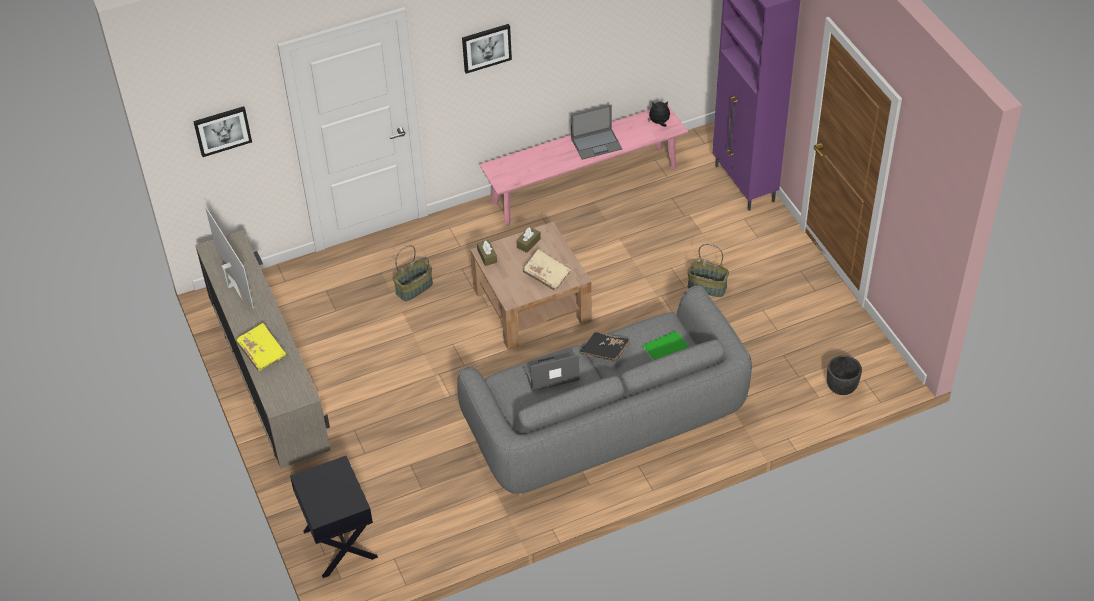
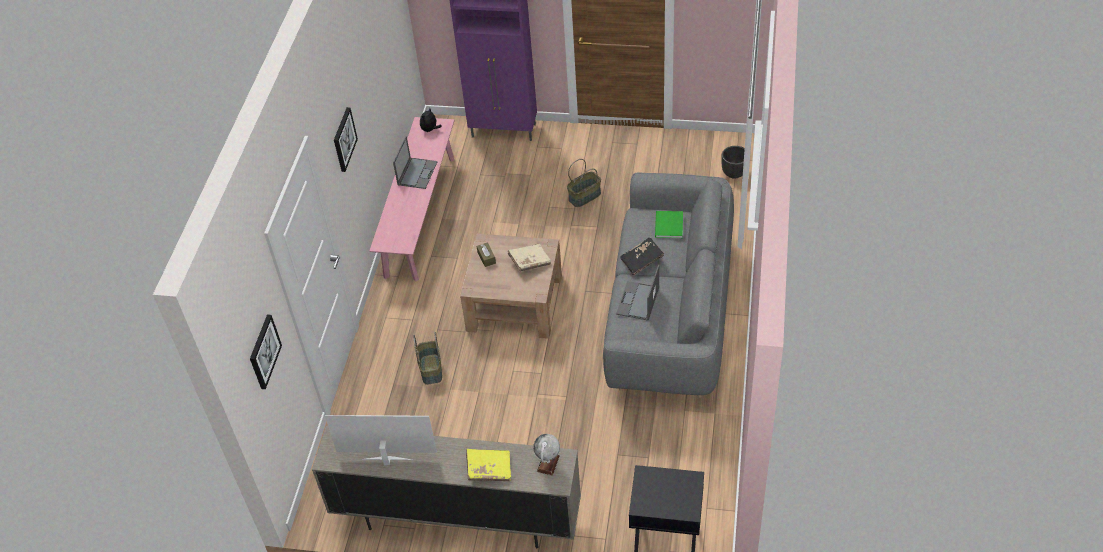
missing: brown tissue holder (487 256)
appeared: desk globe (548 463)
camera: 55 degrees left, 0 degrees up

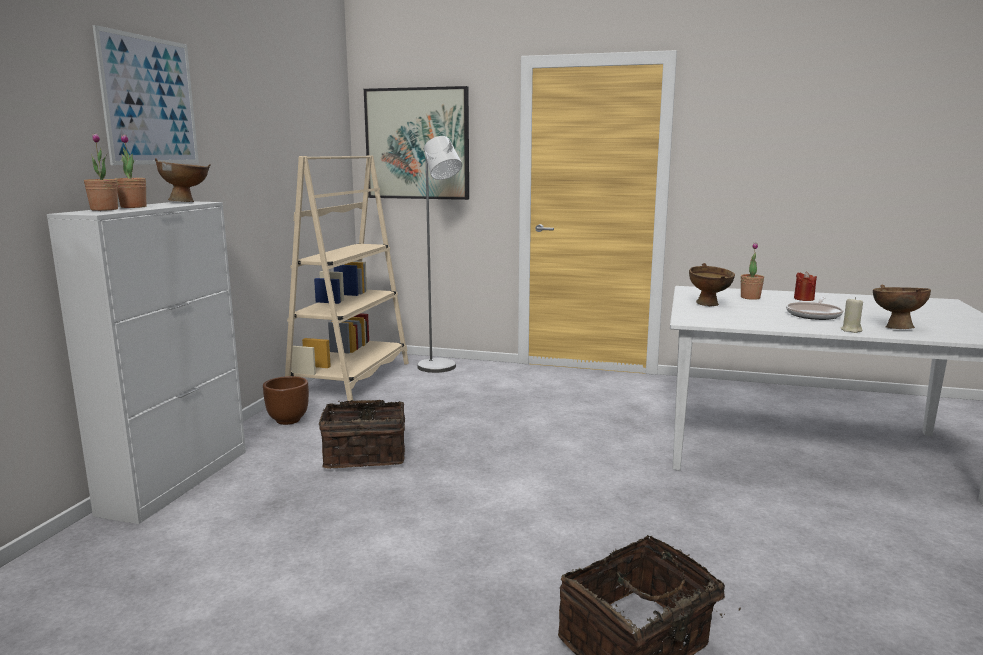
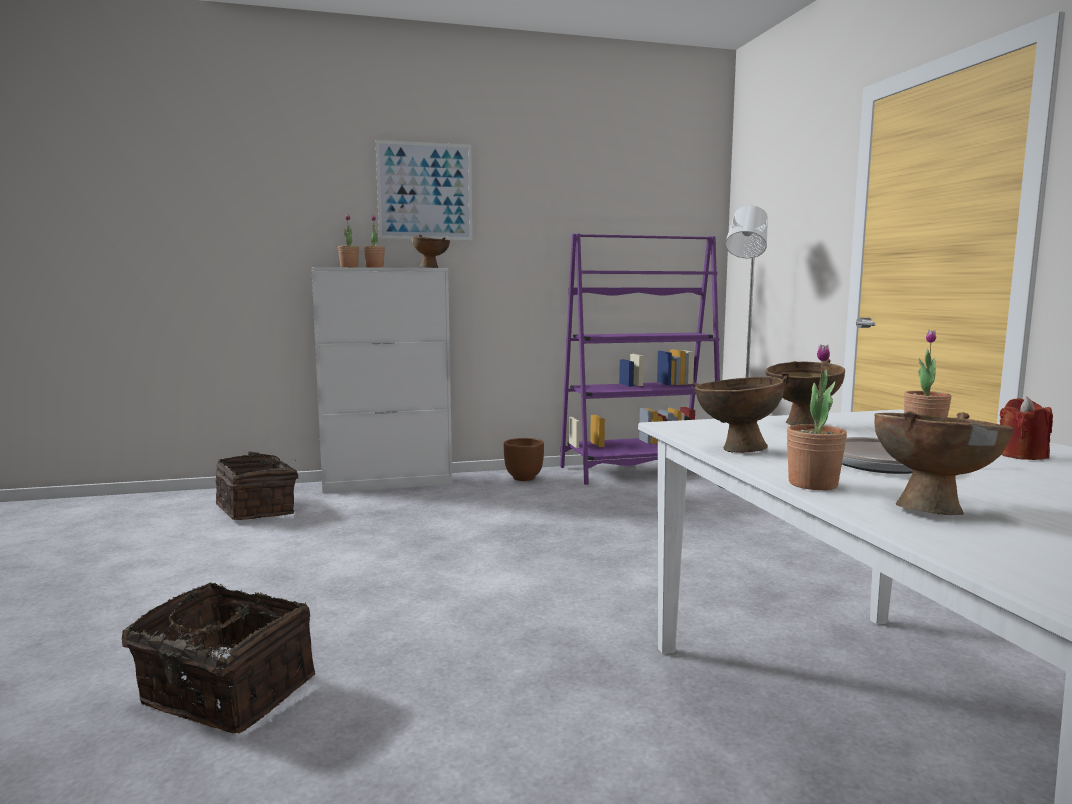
missing: wall art (417 144)
appeared: brown serving bowl (734 449)
relocated: household basket (365 456) to (258 509)
exchanged: sand-coloured candle (851 330) to potted plant (813 484)
colour: sand-coloured shelving unit (351 380) to purple shelving unit (640 471)
camera: 60 degrees right, 5 degrees down

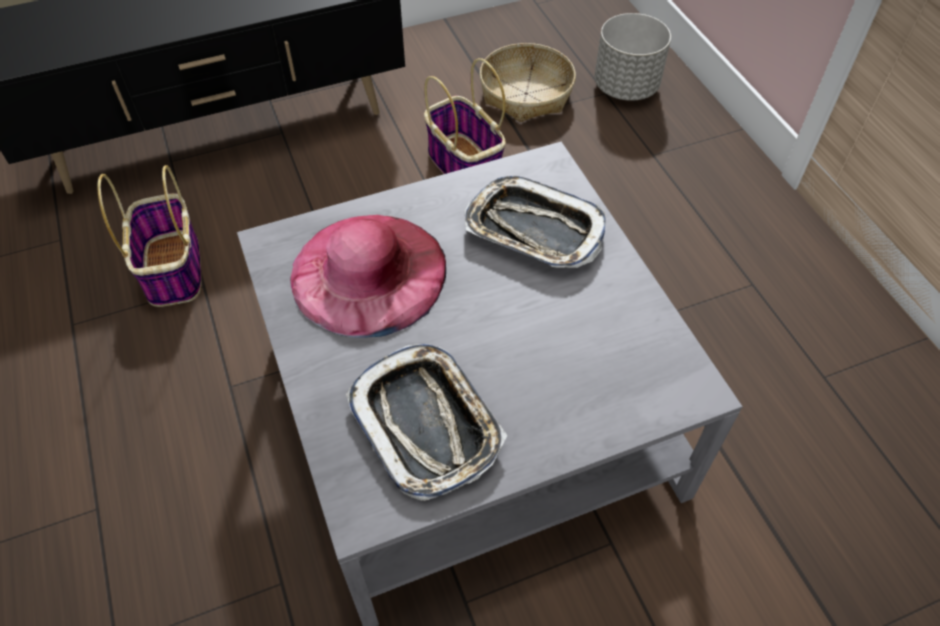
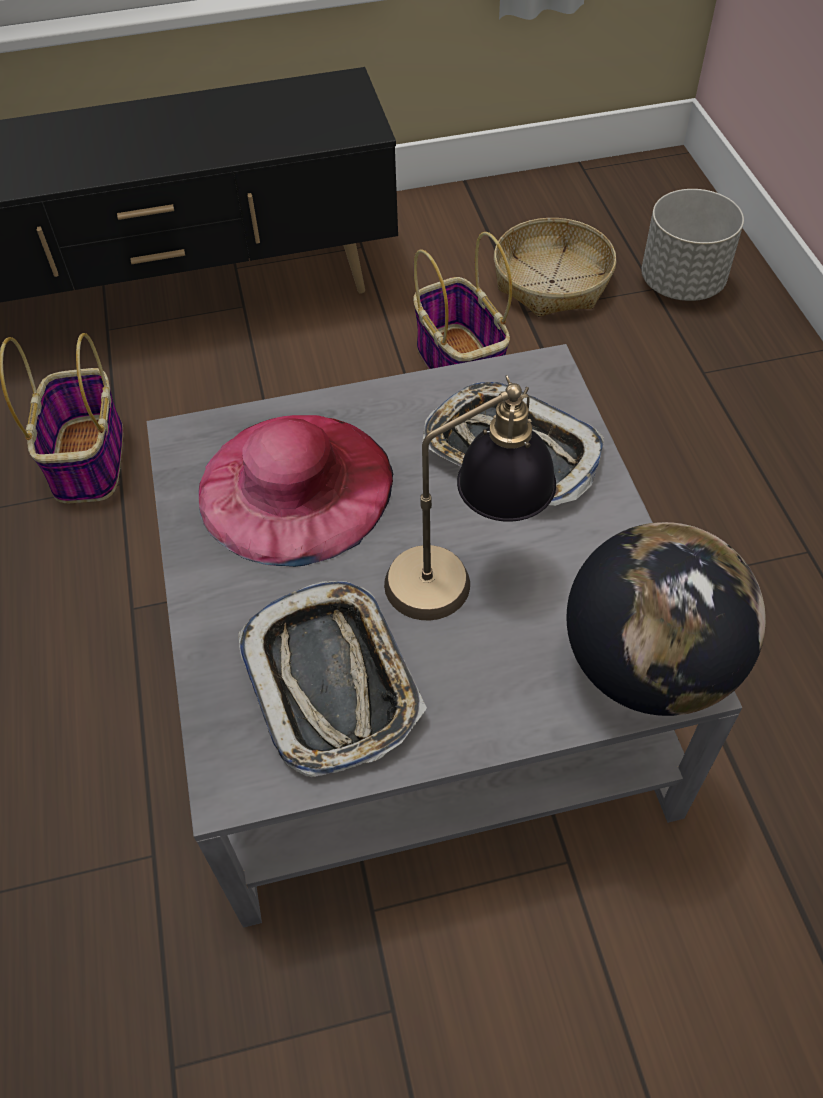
appeared: lamp for a table (464 575); desk globe (648 665)
camera: 10 degrees right, 0 degrees up

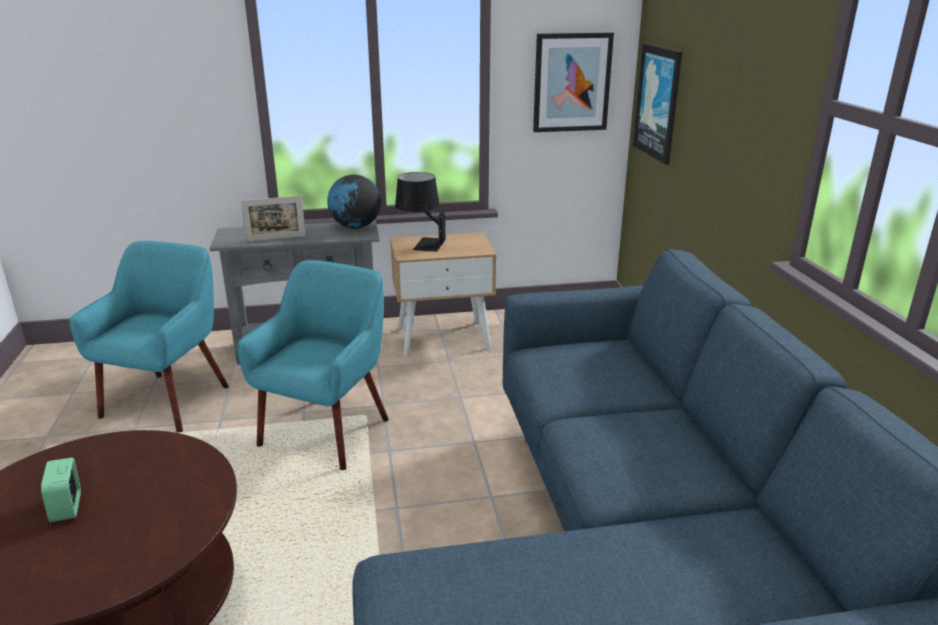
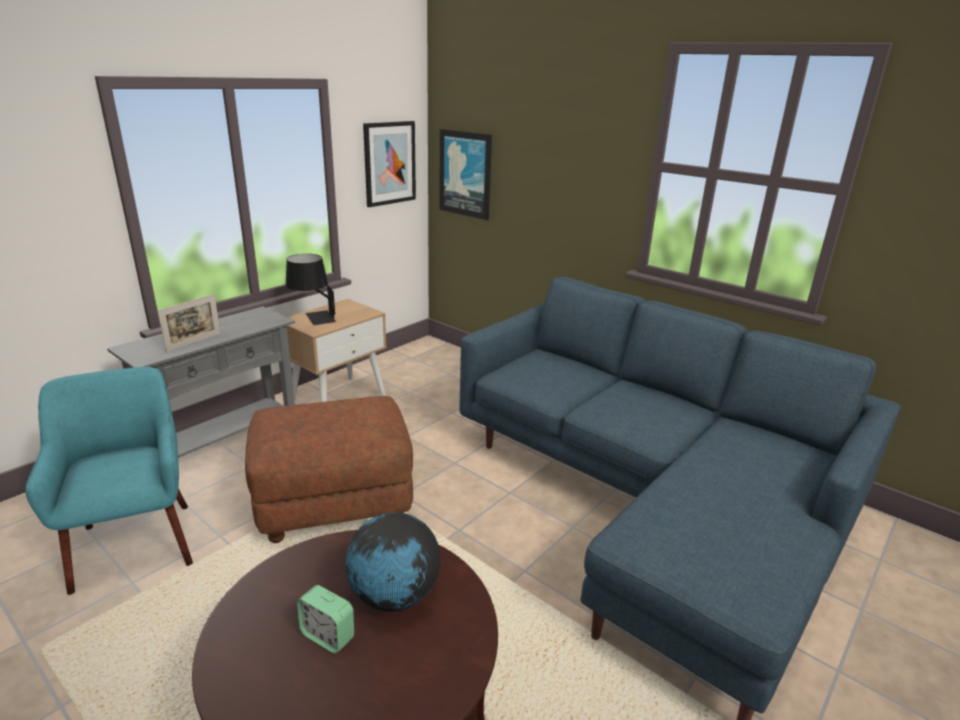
relocated: desk globe (355 227) to (394 596)
exchanged: turquoise-coloured armchair (327 432) to brown ottoman (335 503)
camera: 40 degrees left, 0 degrees up

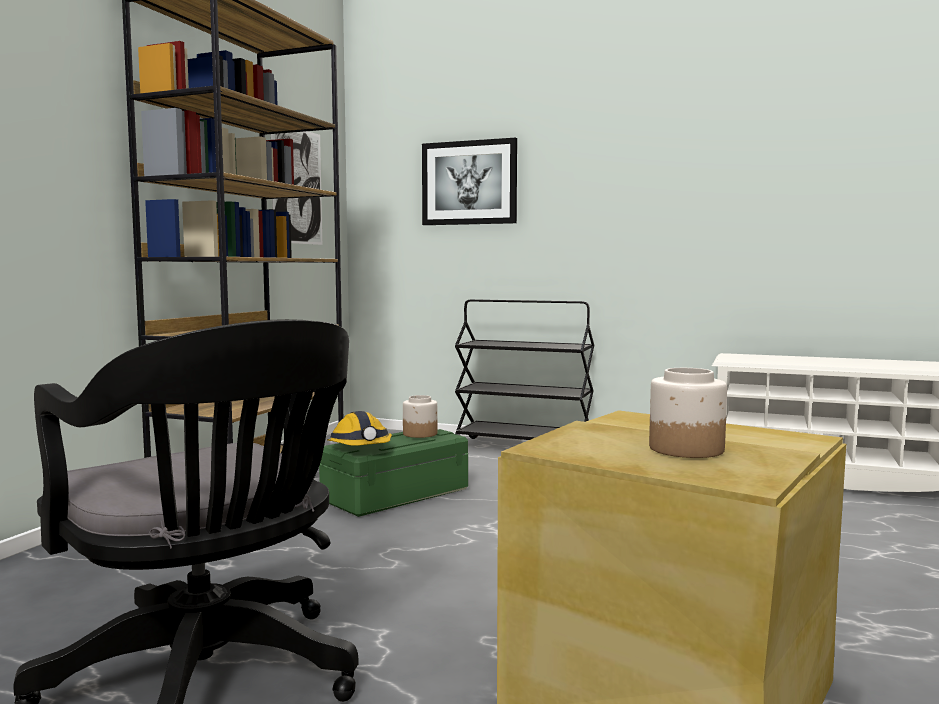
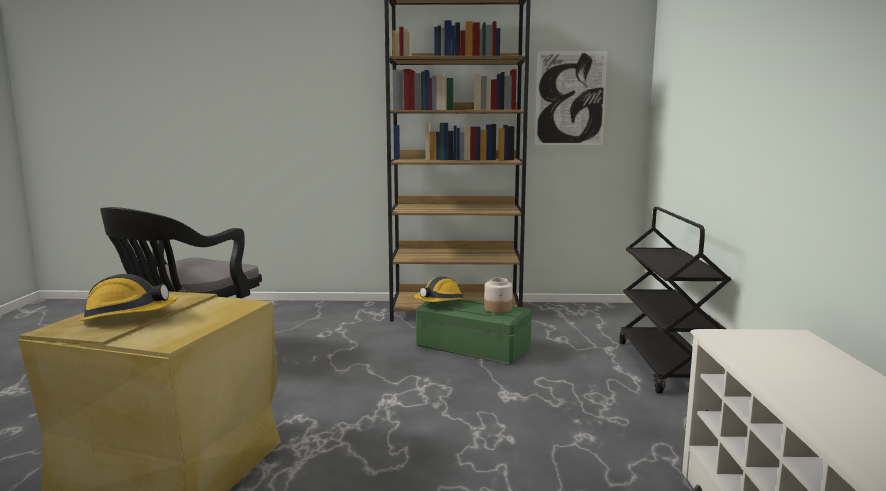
missing: wall art (469 183)
exchanged: jar (685 449) to safety helmet (129 316)
camera: 70 degrees right, 5 degrees up

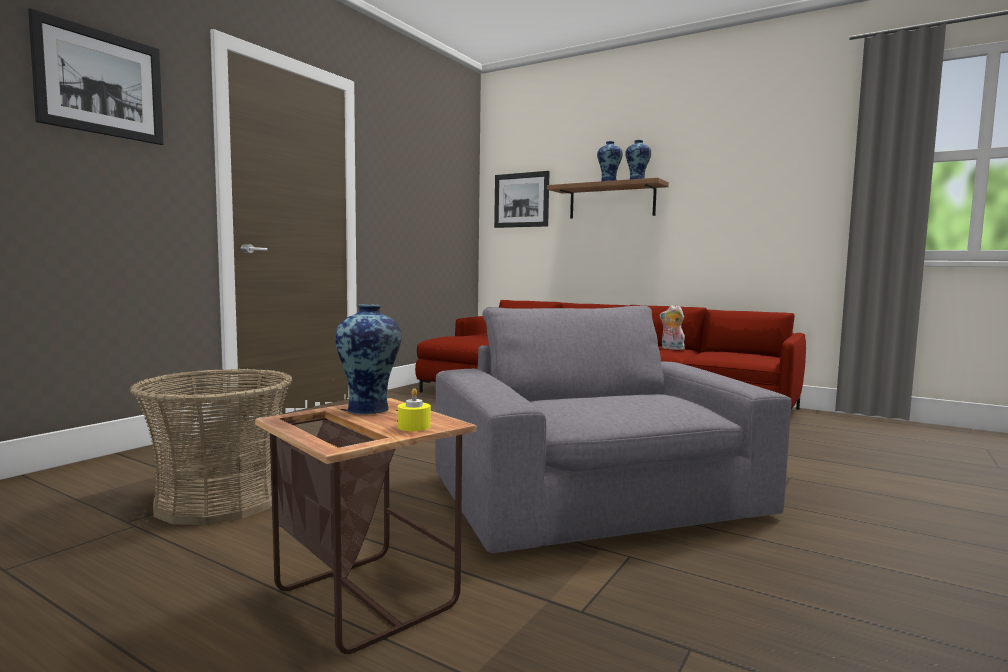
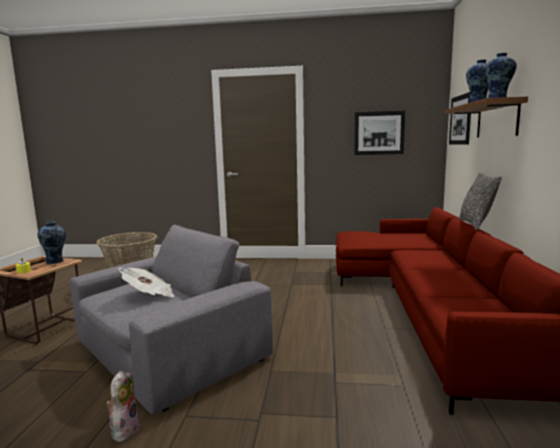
appeared: printed paper (149 295); cushion (475 224)
relocated: wall art (100 83) to (379 133); cuddly toy (671 349) to (124 429)
camera: 65 degrees right, 5 degrees up

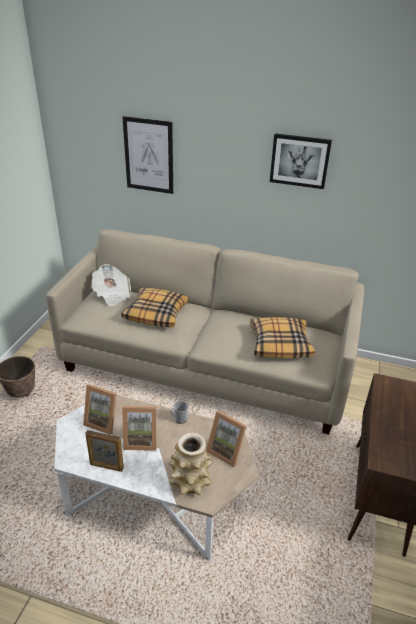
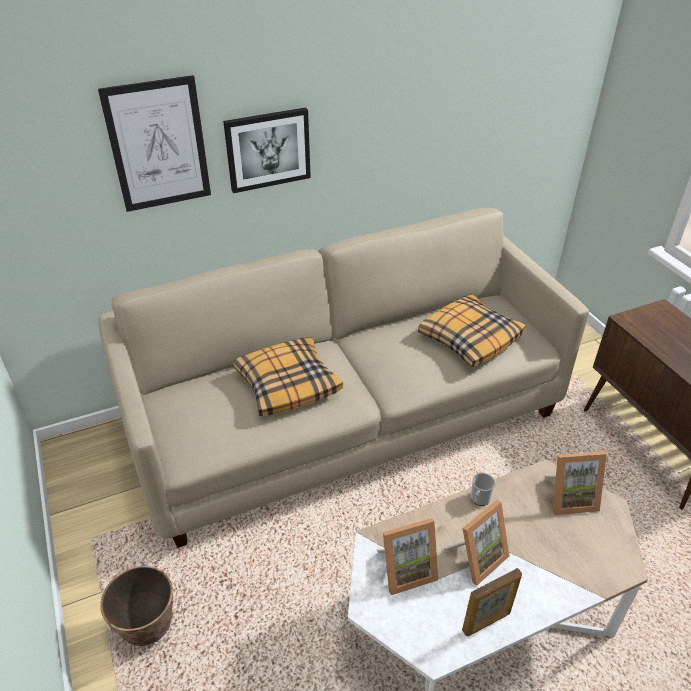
missing: printed paper (112 294); vase (190 481)
relocated: wall art (299 160) to (268 149)
camera: 40 degrees left, 5 degrees up

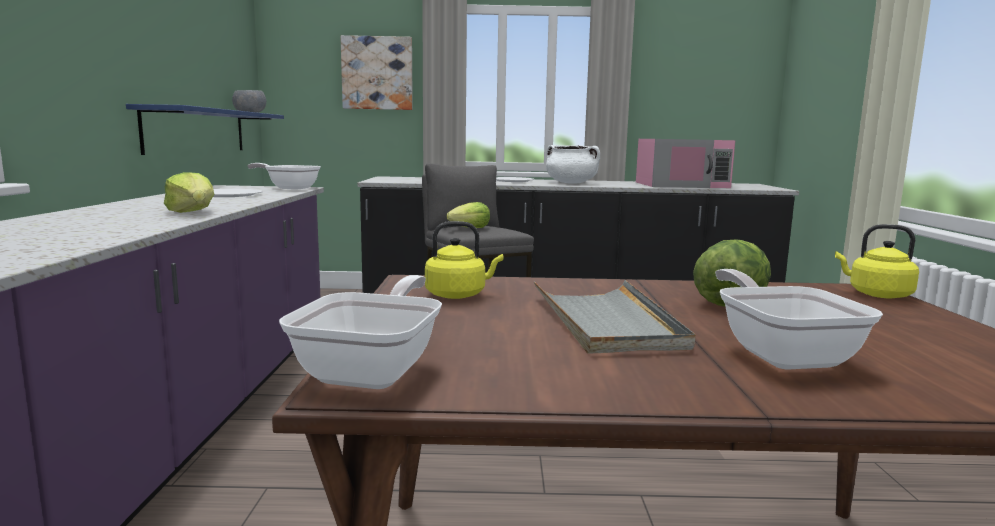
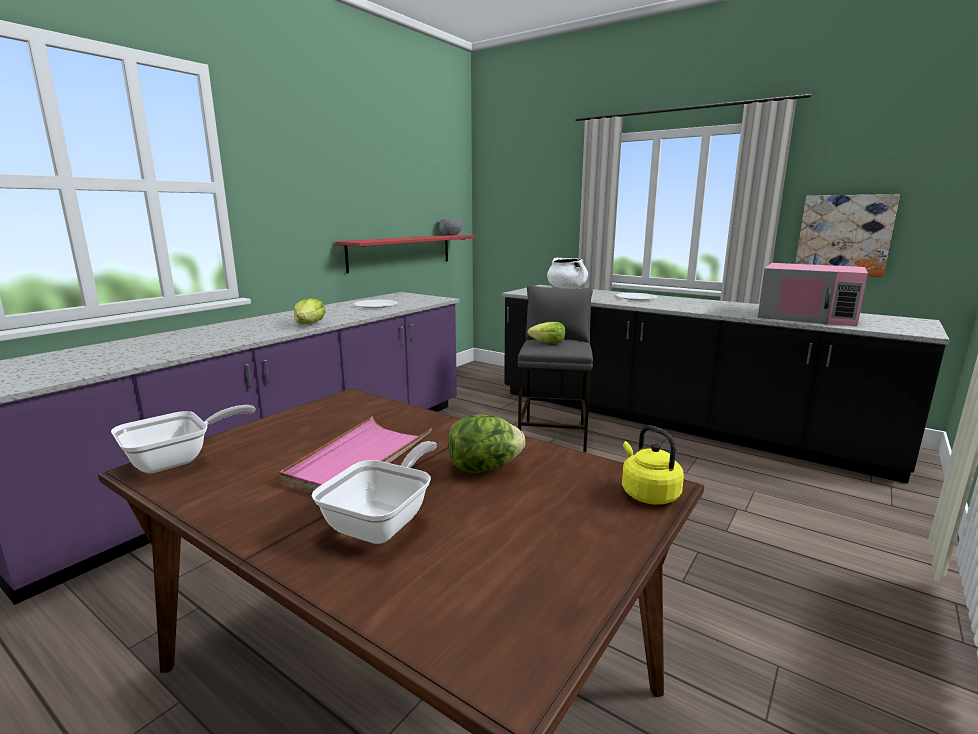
missing: skillet (289 188); yellow kettle (459 295)
relocated: wall art (377 73) to (844 235); white-coloured cooking pot (571 183) to (567 289)
colour: blue bracket shelf (197 131) to red-coloured bracket shelf (401 252); gray carrying tray (606 321) to pink-coloured carrying tray (360 460)
camera: 35 degrees right, 5 degrees up

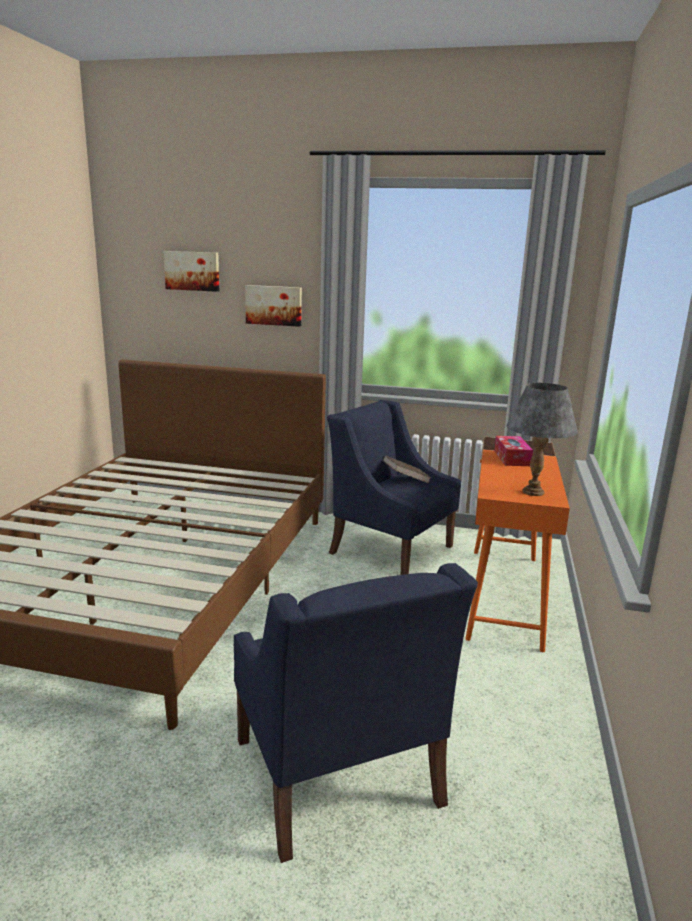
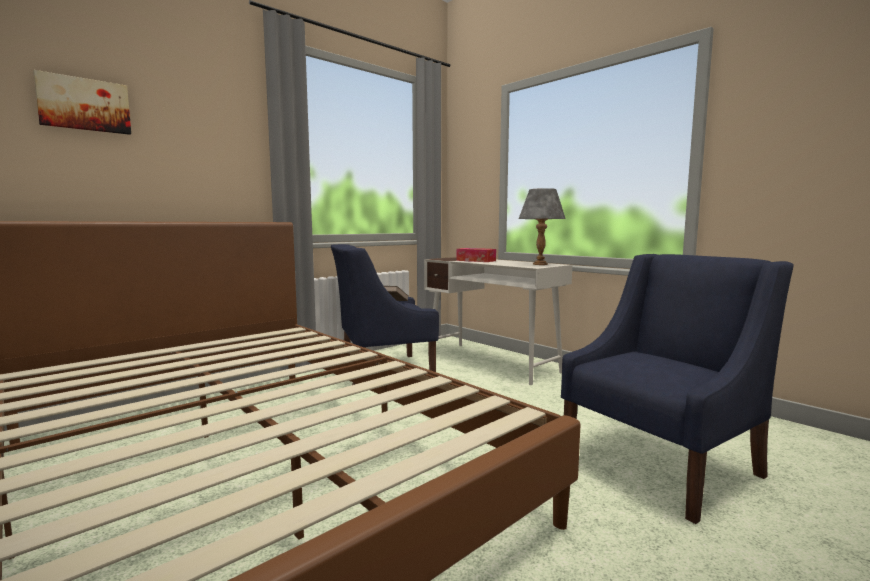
missing: wall art (274 305)
colour: orange-coloured desk unit (504 595) to white-coloured desk unit (491 362)
spun: blue armchair (337 773) = (662 464) 45 degrees counterclockwise
camera: 55 degrees left, 10 degrees down

